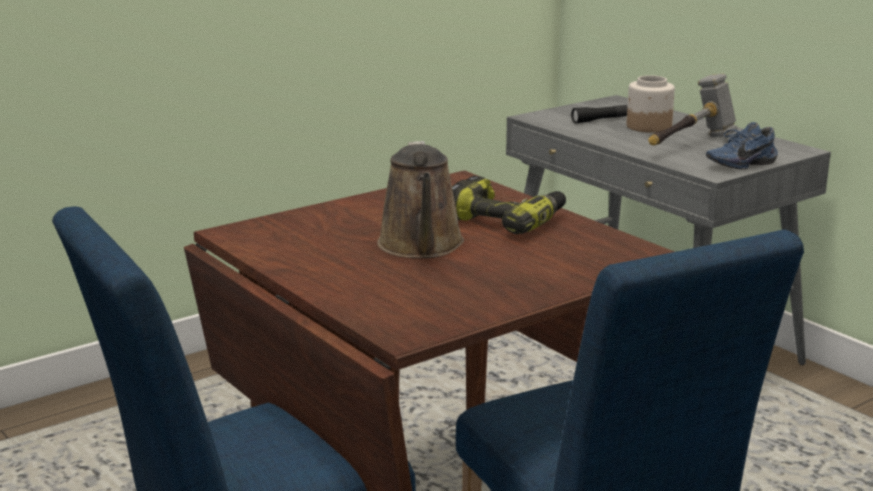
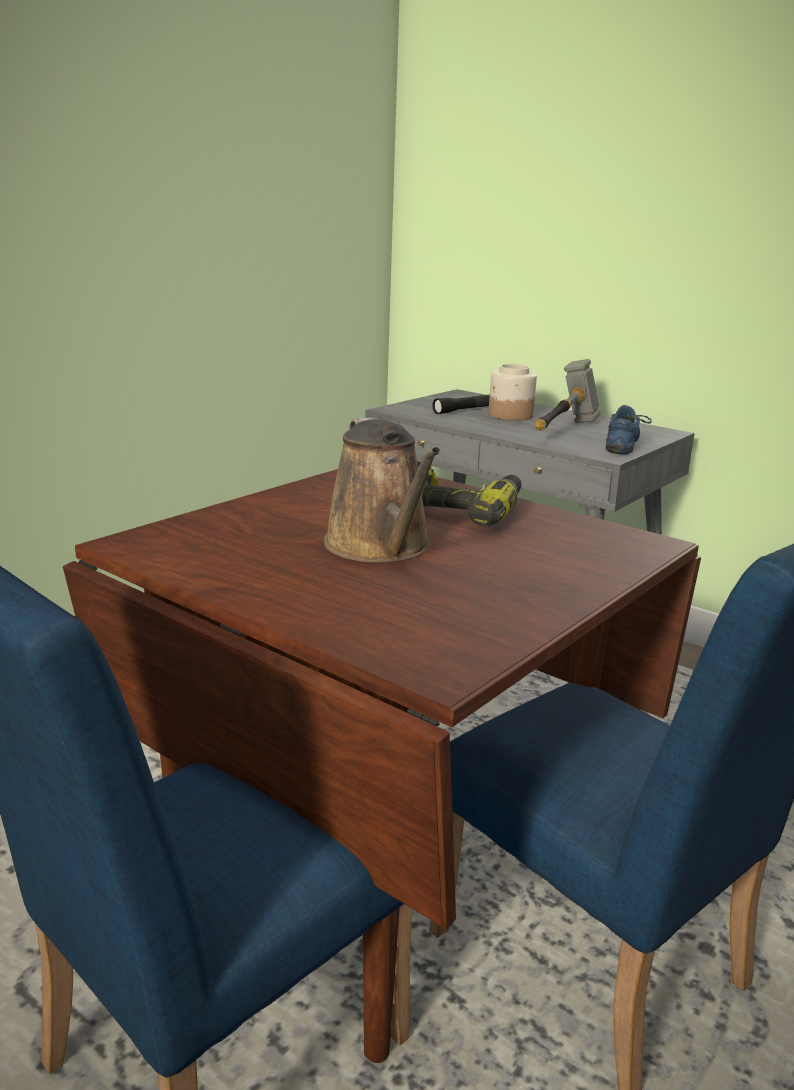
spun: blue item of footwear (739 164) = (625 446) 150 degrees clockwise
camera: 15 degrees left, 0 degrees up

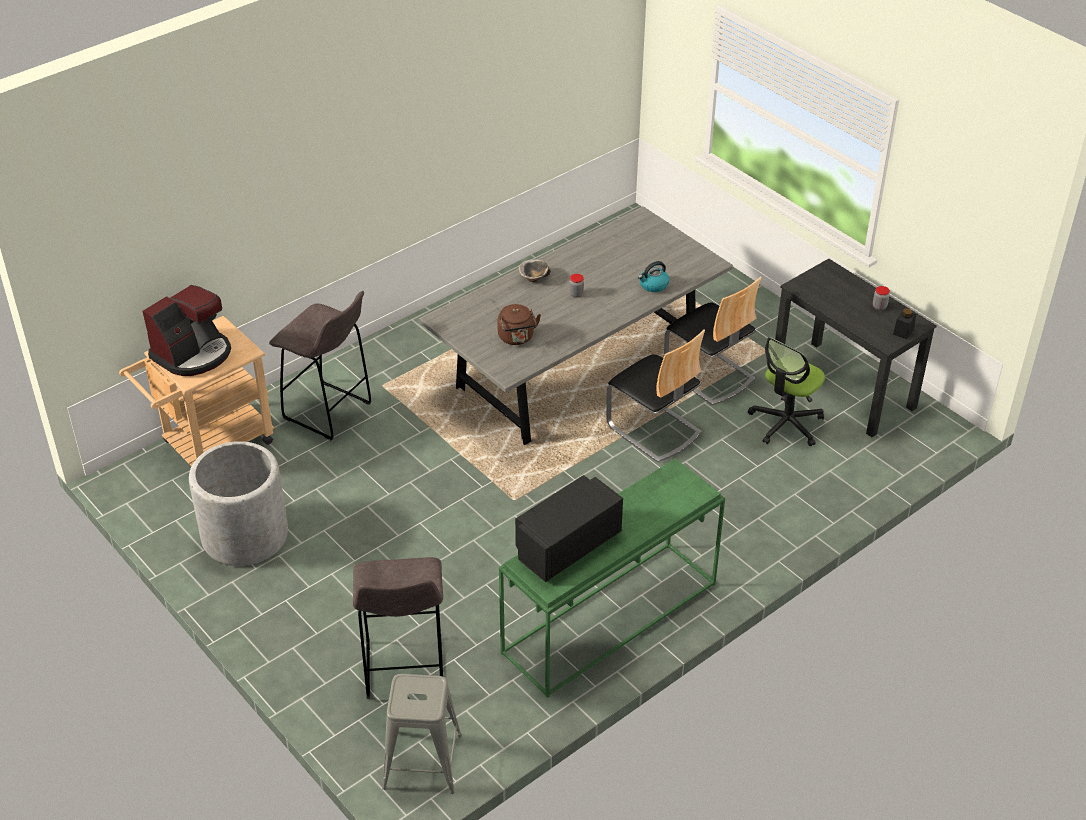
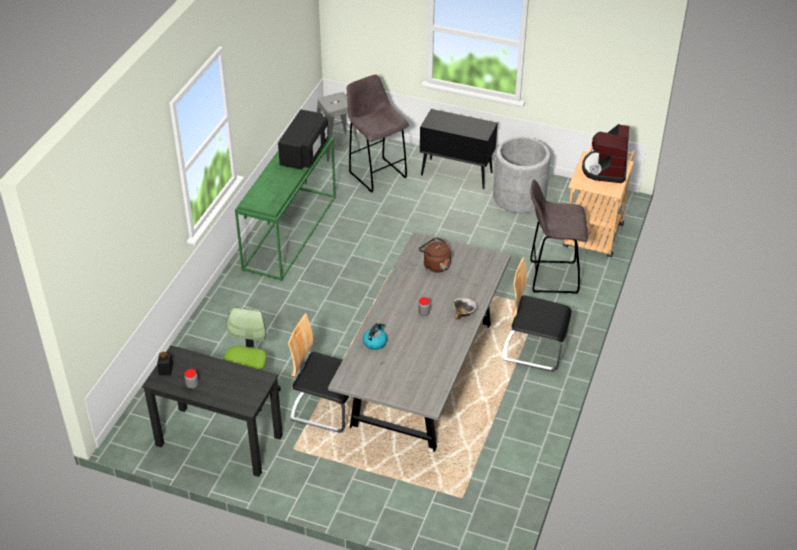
appeared: blackish cabinet (457 174)
relocated: plain chair (653 429) to (534 349)
camera: 150 degrees right, 0 degrees up

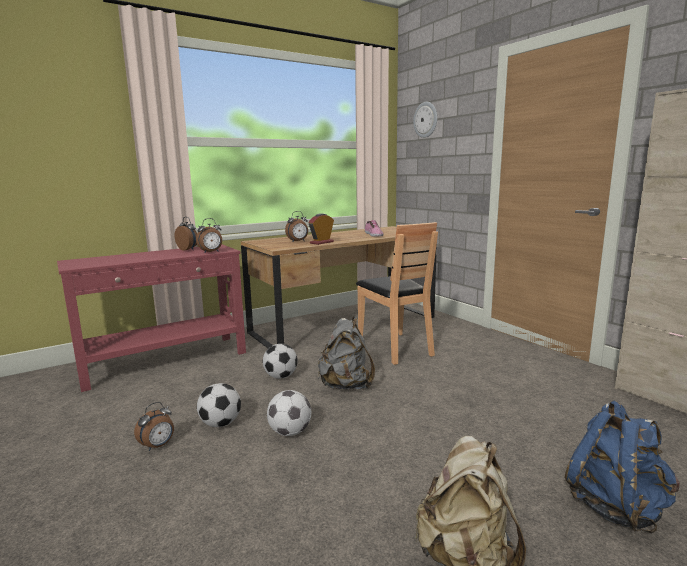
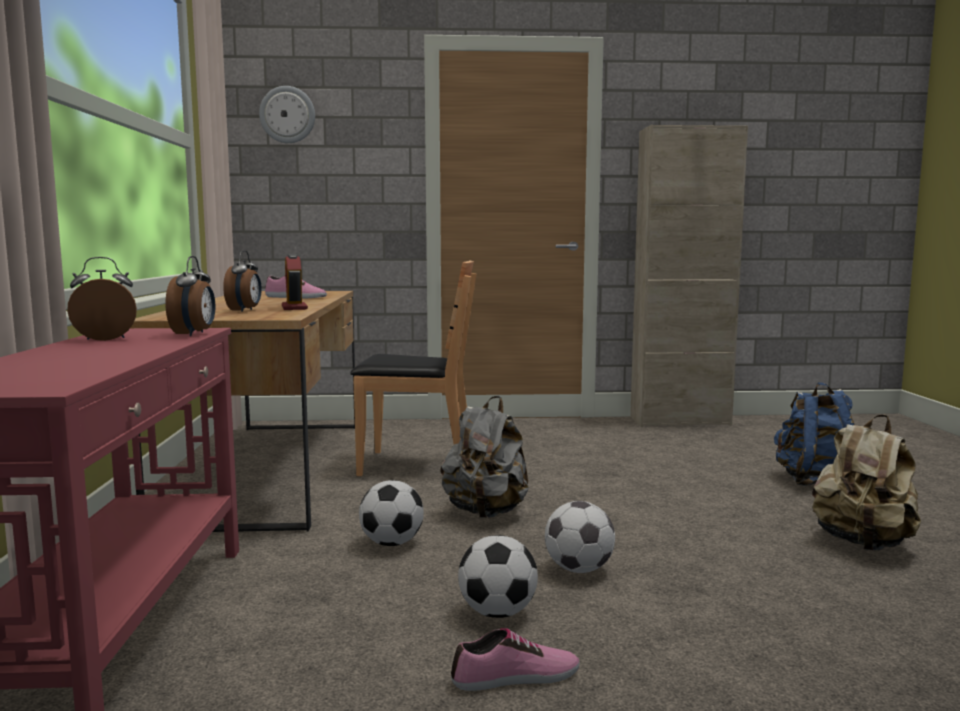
exchanged: bedside clock (158 446) to item of footwear (516 677)
camera: 60 degrees left, 5 degrees down

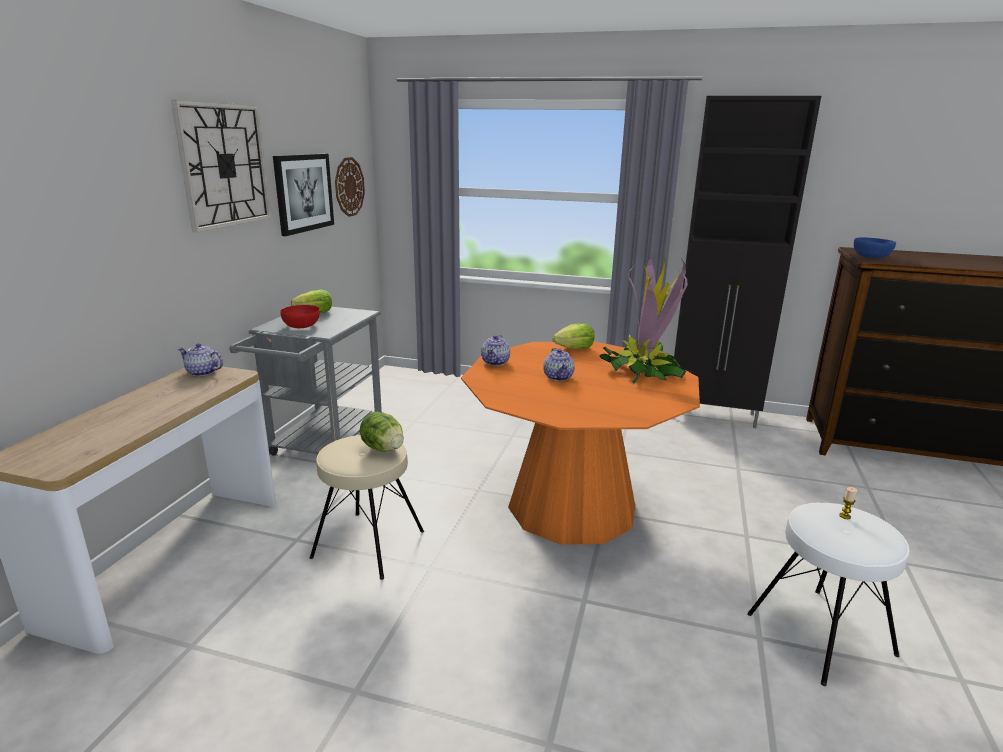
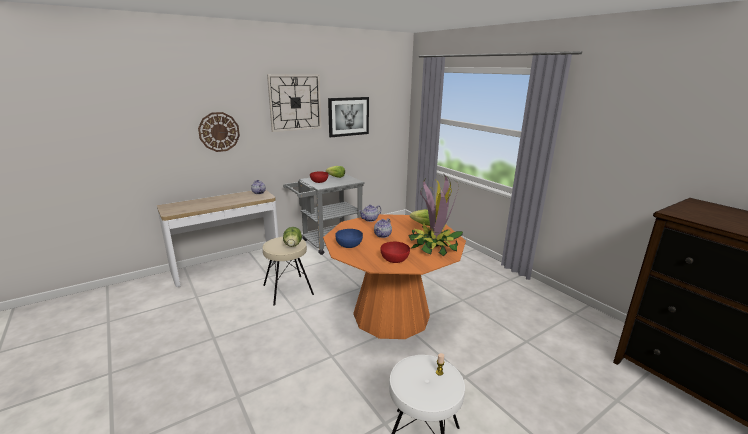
missing: blackish cabinet (713 416)
appeared: red-coloured serving bowl (394 259)
relocated: clock on the wall (349 187) to (219 132); blue serving bowl (870 257) to (349 245)
camera: 40 degrees right, 0 degrees up

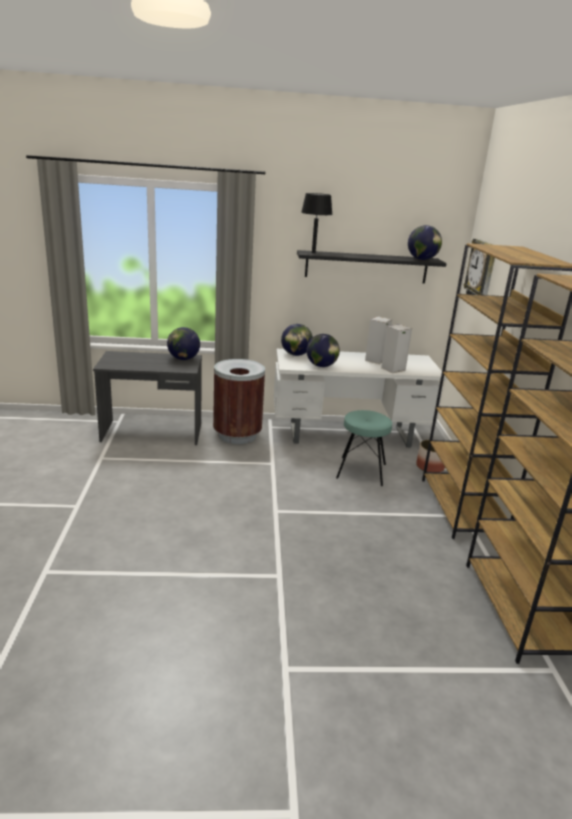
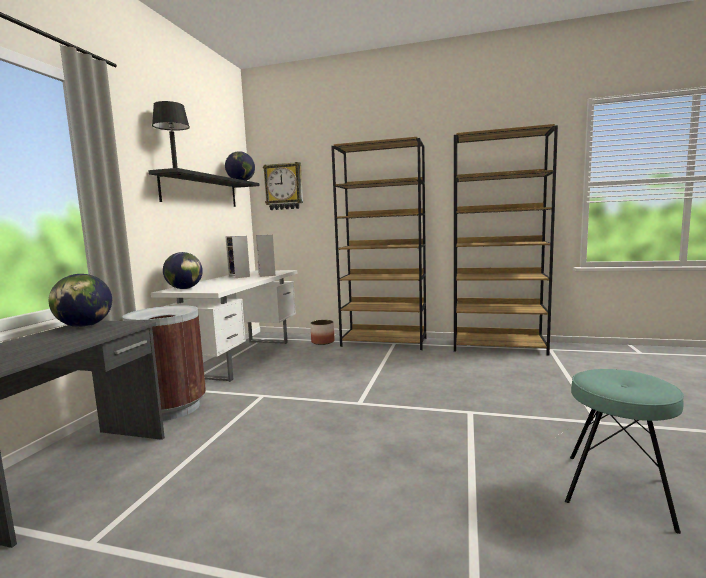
missing: desk globe (321 366)
relocated: turquoise-coloured stool seat (361 471) to (617 490)
camera: 70 degrees left, 15 degrees down

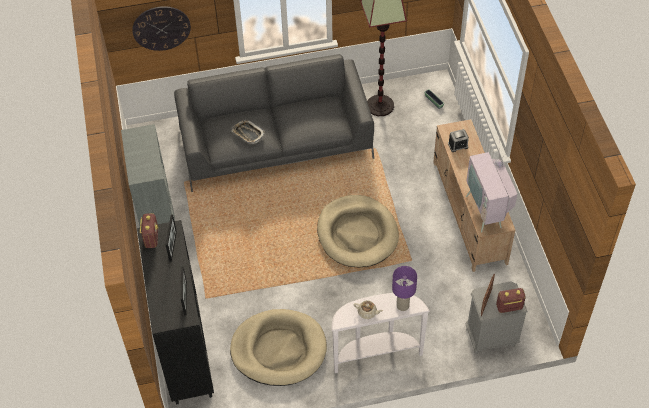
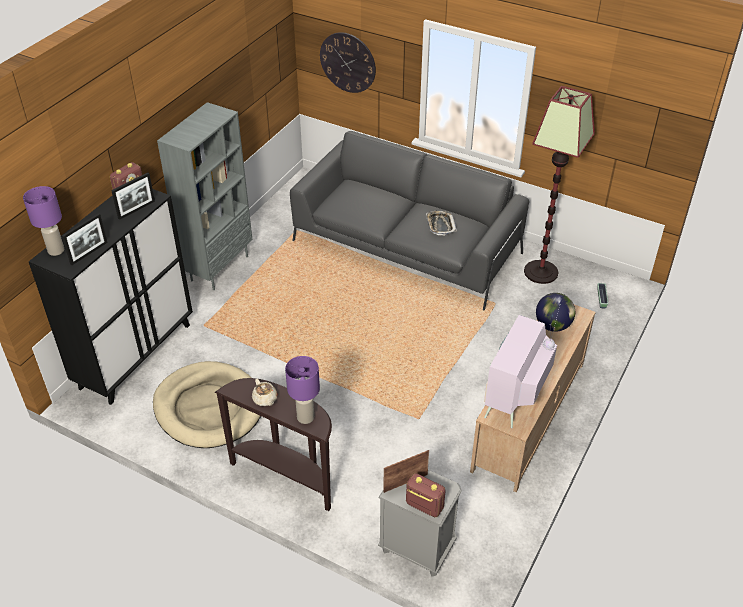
missing: sand-coloured dog cushion (357 233)
appeared: purple lamp for a table (55 250)
relocated: carrying tray (248 133) to (440 225)
exchanged: bedside clock (458 145) to desk globe (552 326)
colour: white-coloured hall table (375 354) to brown hall table (286 476)
camera: 40 degrees right, 10 degrees down

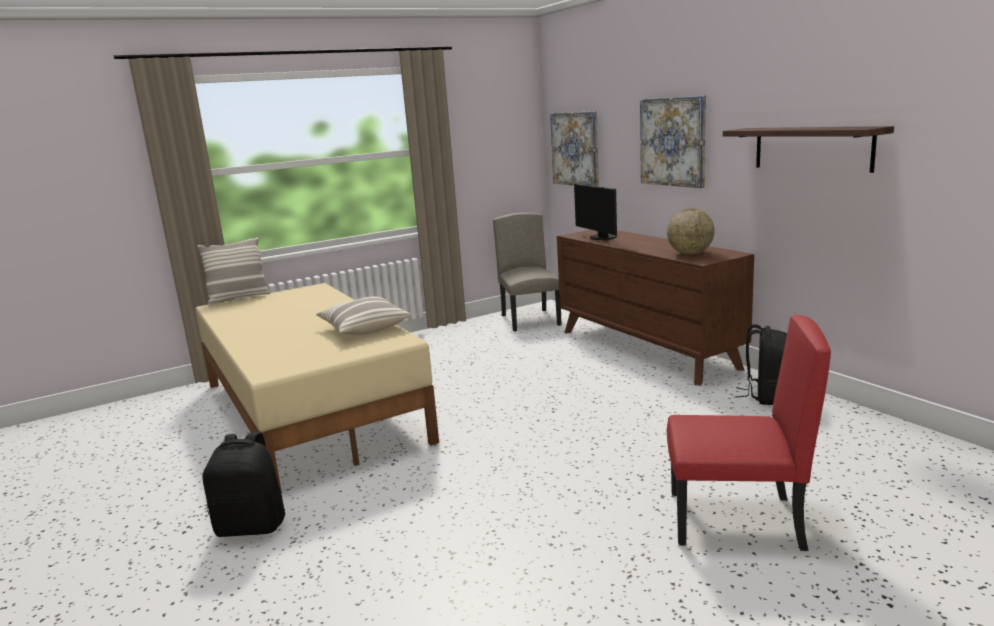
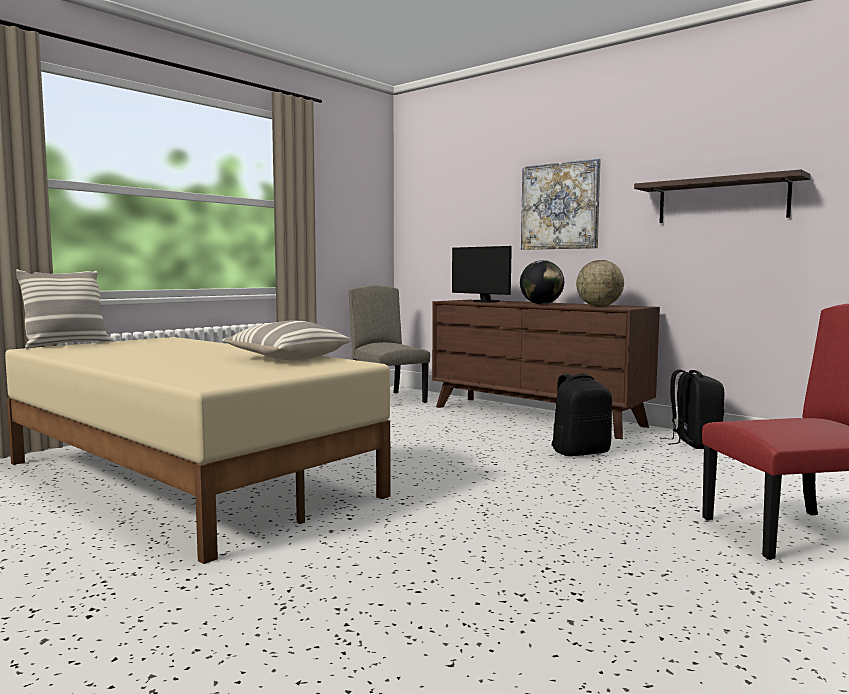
missing: wall art (575 149)
appeared: desk globe (541 304)
relocated: blackish backpack (252 526) to (580 452)
camera: 20 degrees left, 10 degrees down

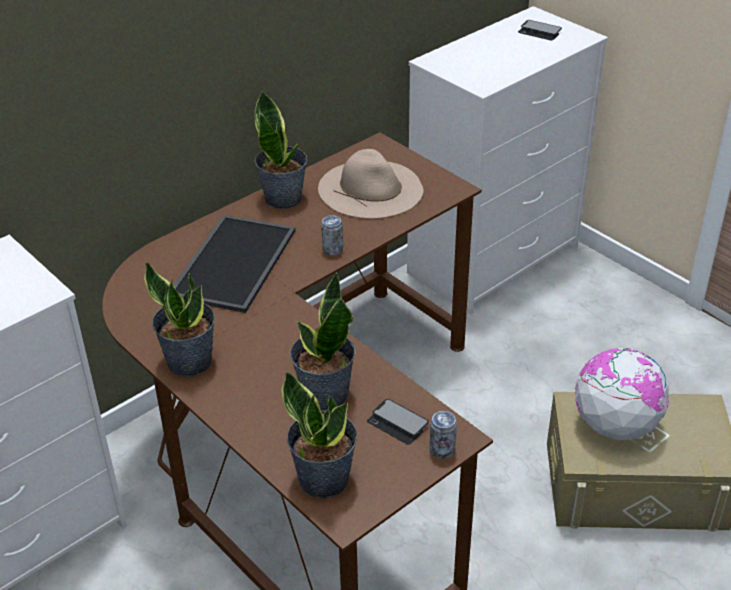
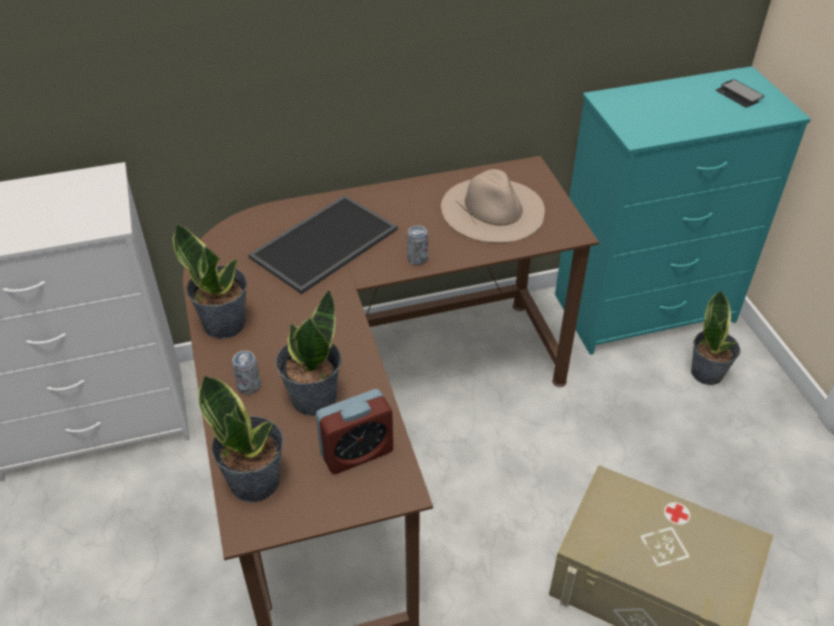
missing: desk globe (615 425)
relocated: potted plant (284 198) to (707 373); metal can (442 450) to (249 386)
exchanged: phone (397 423) to bedside clock (357 452)
colour: white-coloured chest of drawers (494 259) to turquoise-coloured chest of drawers (645 307)
camera: 25 degrees right, 5 degrees up

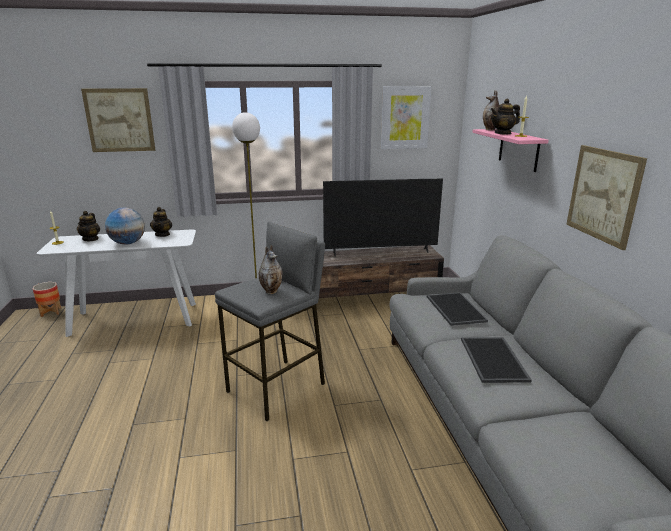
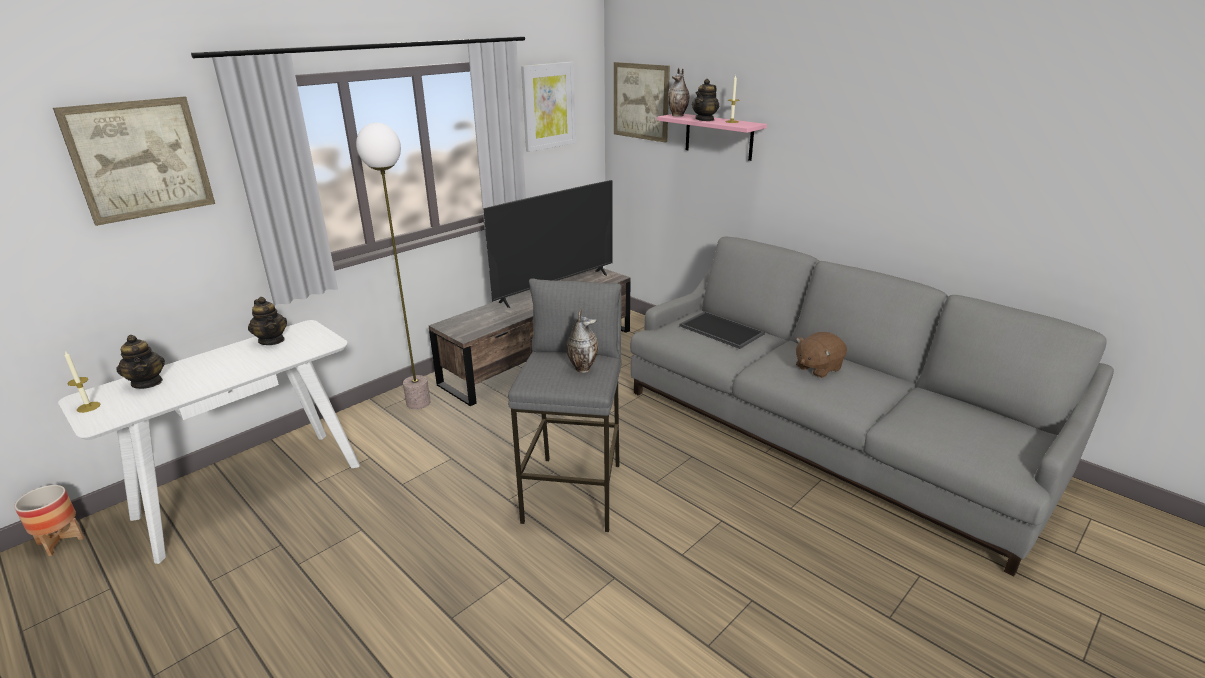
missing: desk globe (128 243)
relocated: wall art (603 195) to (641 101)
exchanged: carrying tray (495 360) to brown cuddly toy (817 368)
camera: 35 degrees left, 5 degrees up

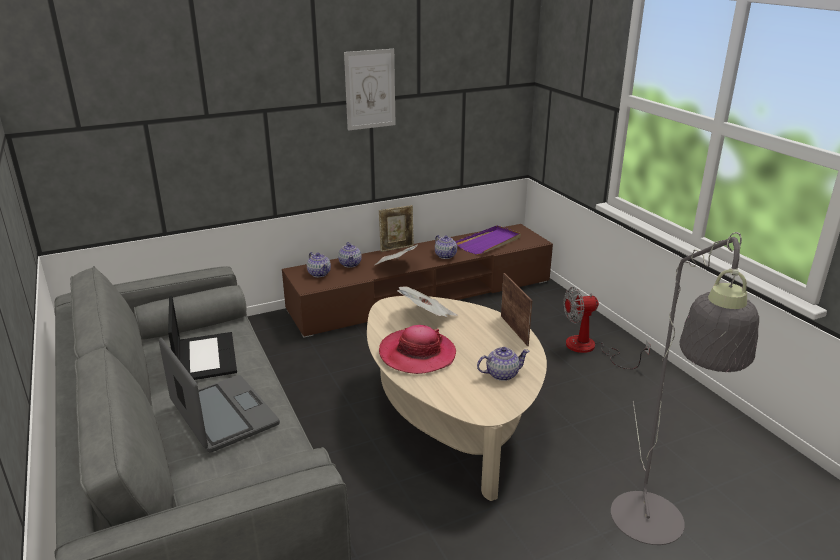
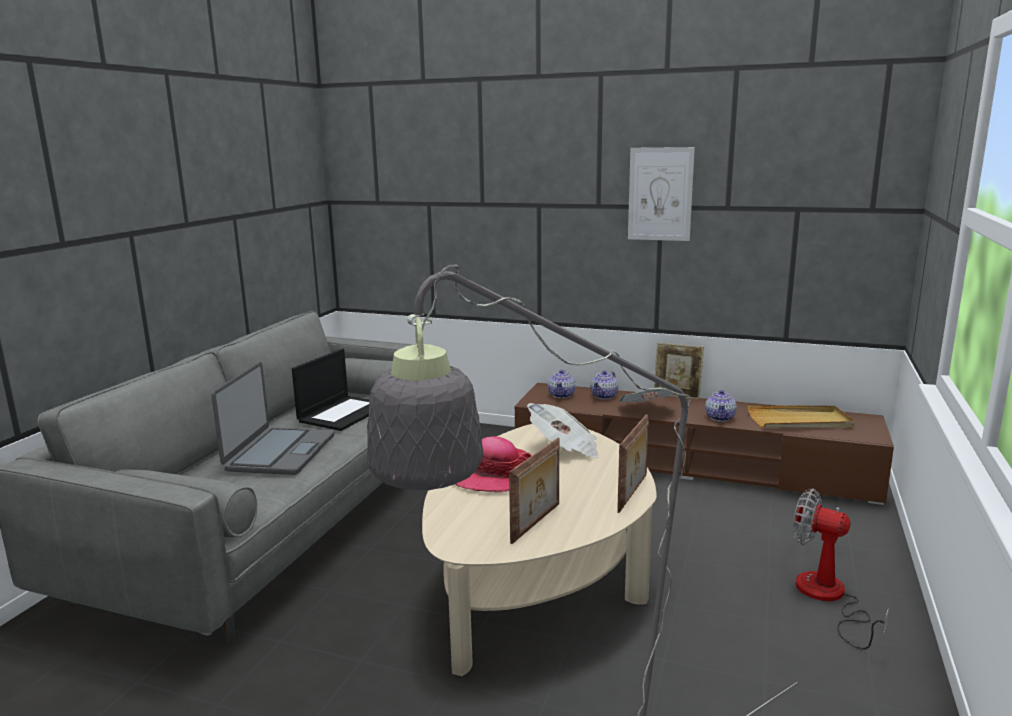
exchanged: tea pot (501 374) to photo frame (537 523)
colour: purple carrying tray (489 242) to sand-coloured carrying tray (800 421)
camera: 45 degrees right, 10 degrees down

